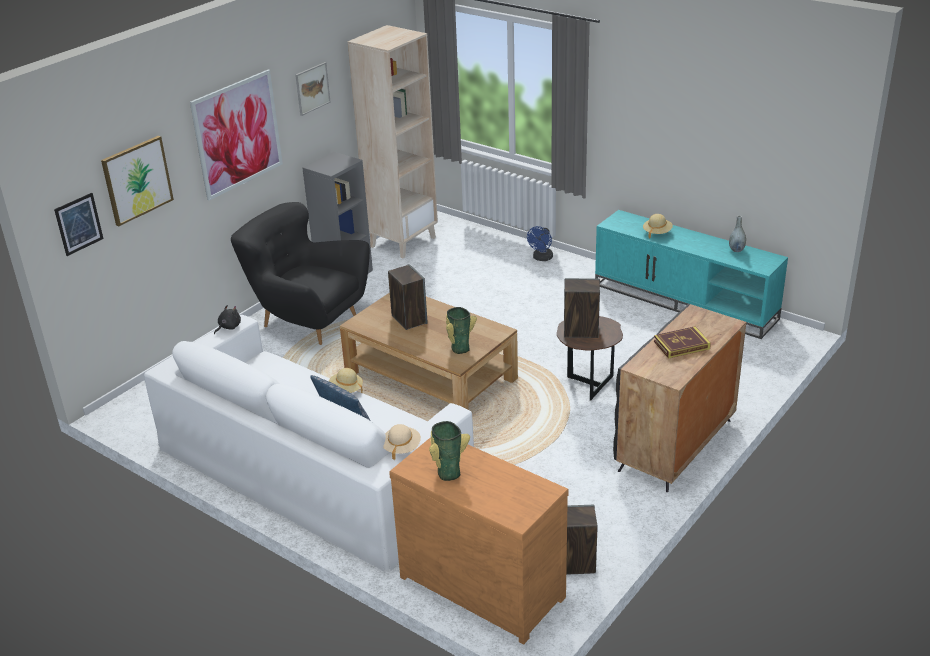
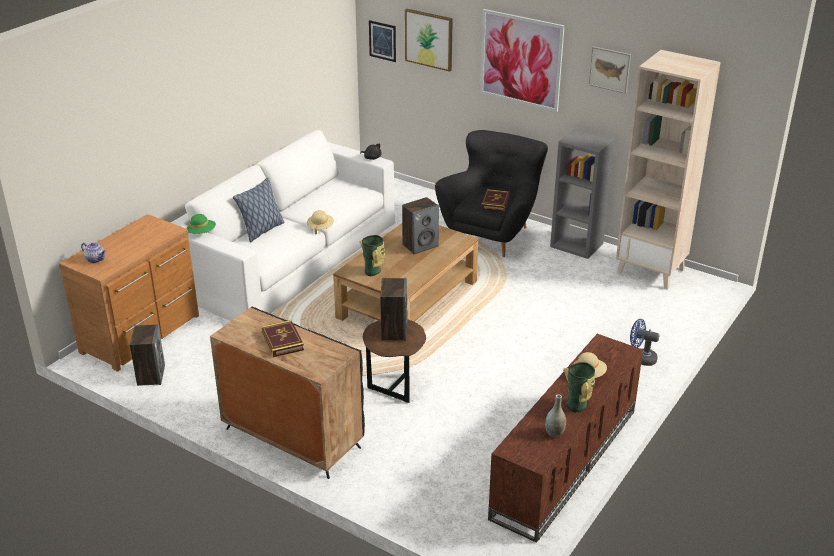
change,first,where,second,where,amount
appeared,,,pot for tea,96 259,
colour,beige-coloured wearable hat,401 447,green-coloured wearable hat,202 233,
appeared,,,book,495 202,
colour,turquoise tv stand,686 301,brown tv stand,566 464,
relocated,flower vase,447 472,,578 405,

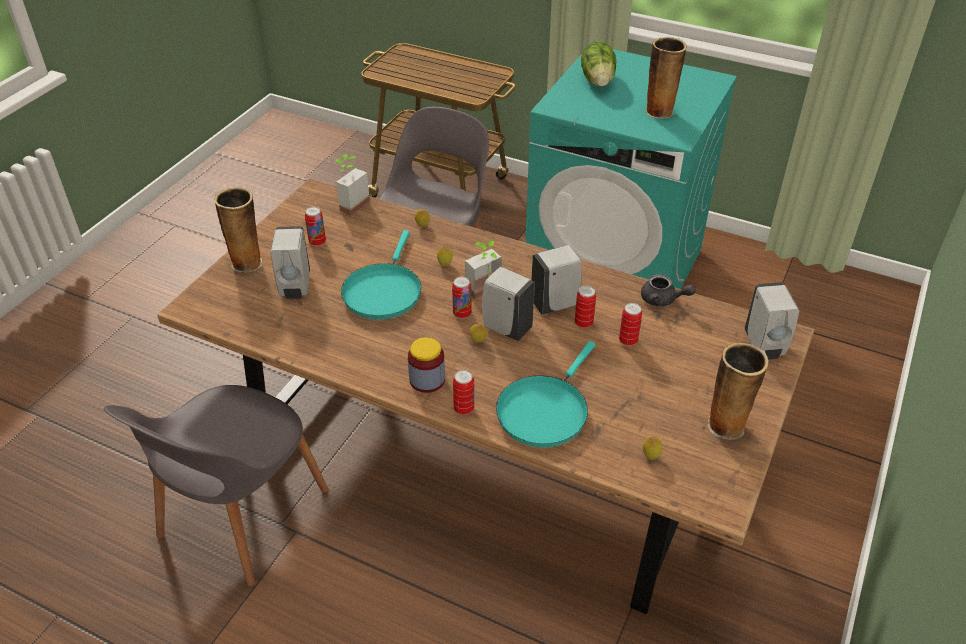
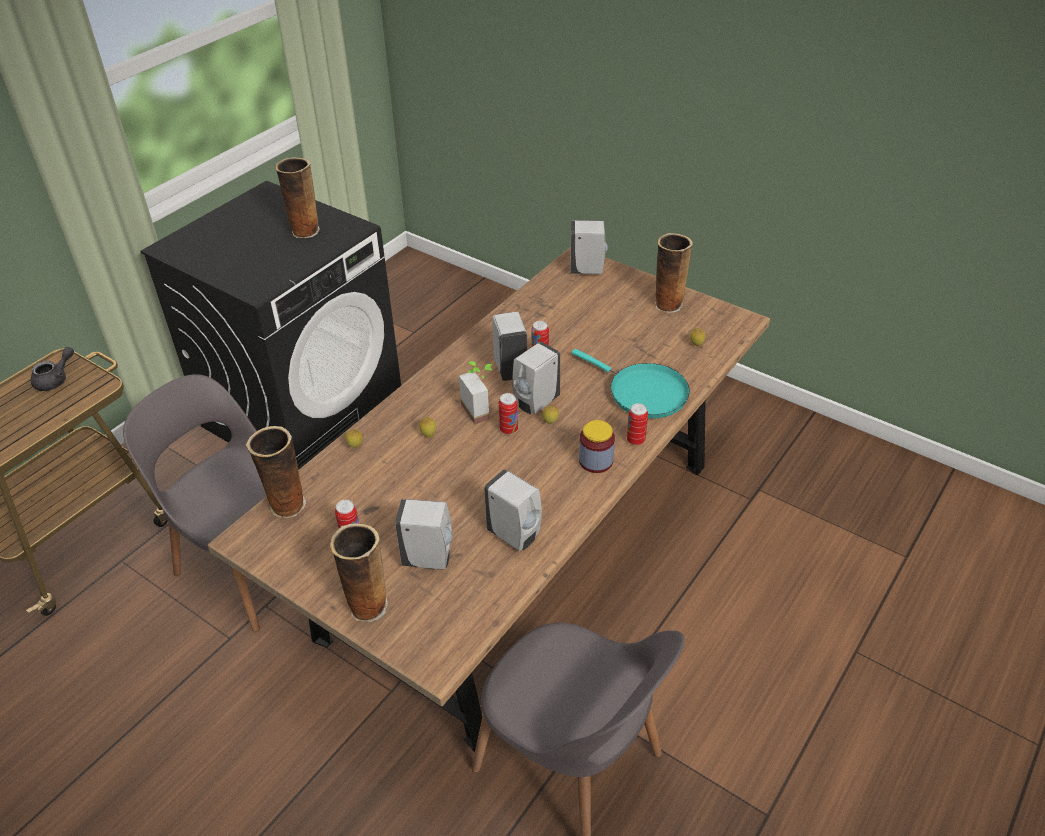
change,first,where,second,where,amount
relocated,gray pot for tea,663 300,,56 380,
colour,turquoise laundry appliance,615 268,blackish laundry appliance,303 411,
exchanged,plant in a pot,350 204,flower vase,286 505,
appeared,,,white soap dispenser,515 536,
missing,turquoise skillet,383 291,,,
missing,lettuce head,598 80,,,
missing,metal can,628 340,,,

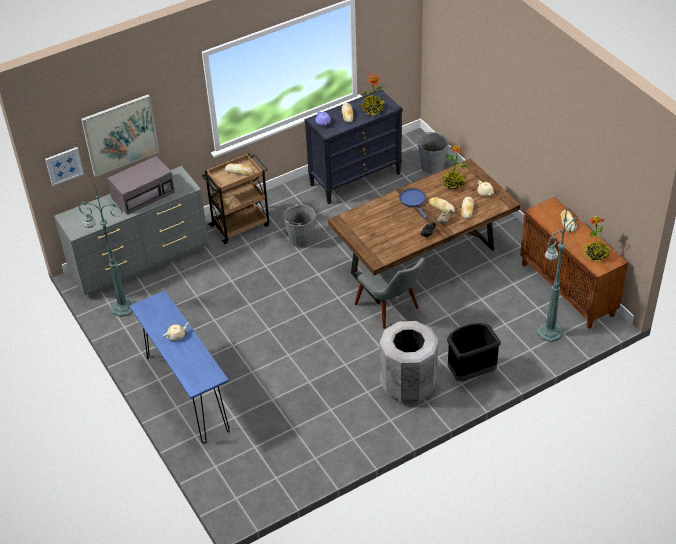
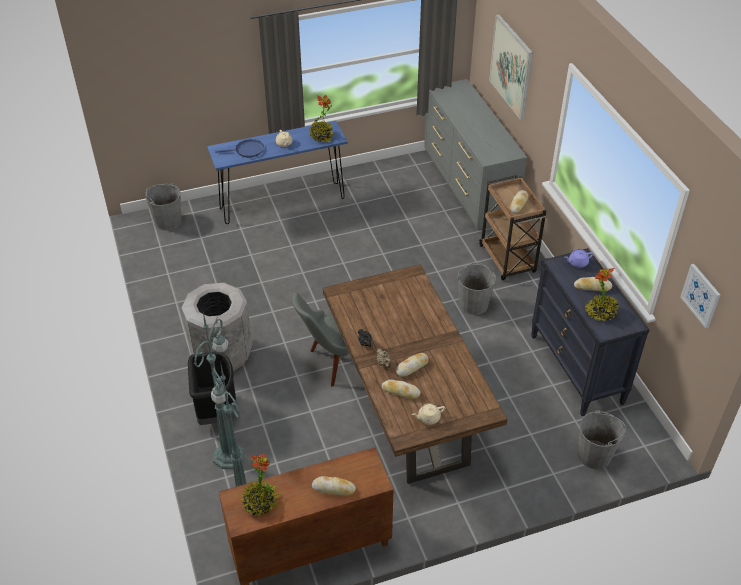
change,first,where,second,where,amount
appeared,,,gray bucket,168 221,
relocated,green-coloured floor lamp,121 307,,229 455,
relocated,blue-coloured skillet,413 200,,247 150,
relocated,plant in a pot,453 184,,321 136,
relocated,wall picture,64 166,,701 295,
missing,gray microwave,144 194,,,

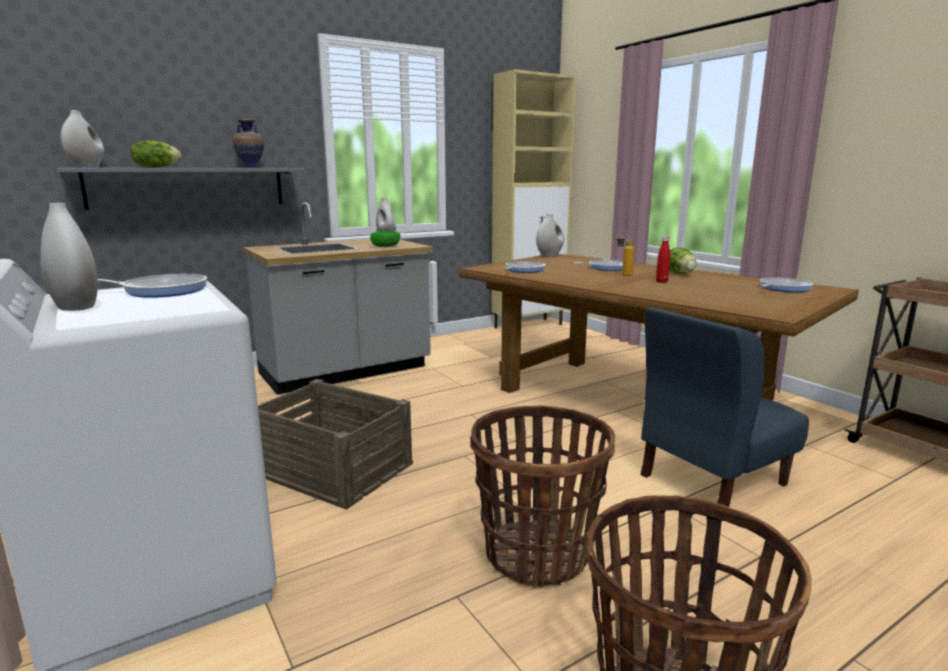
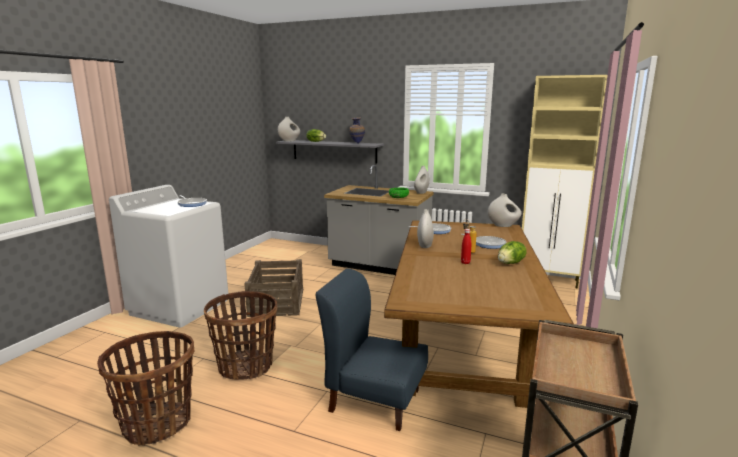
change,first,where,second,where,amount
relocated,white flower vase,75 307,,425 245,
missing,skillet,783 288,,,

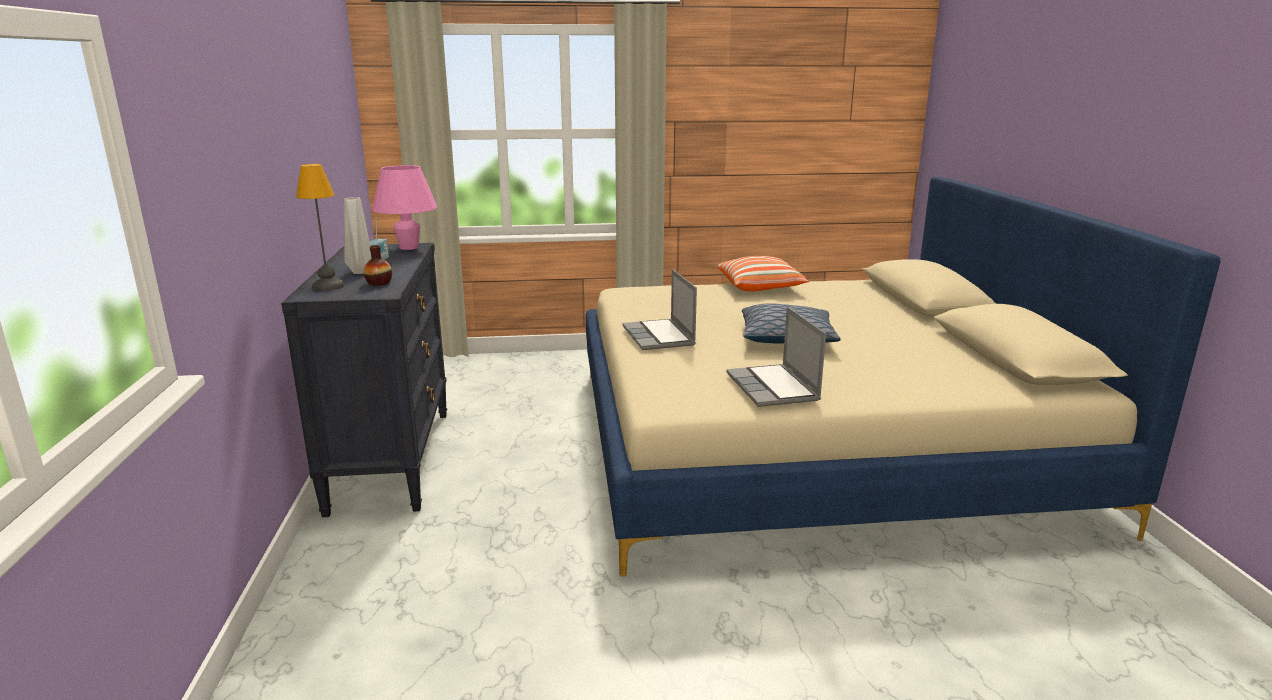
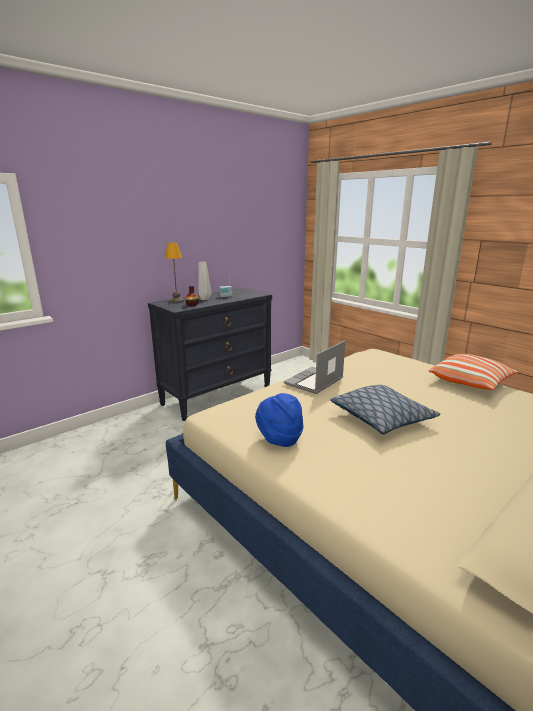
change,first,where,second,where,amount
exchanged,laptop,774 388,blue-coloured wearable hat,279 438,
missing,pinkish lamp for a table,409 247,,,

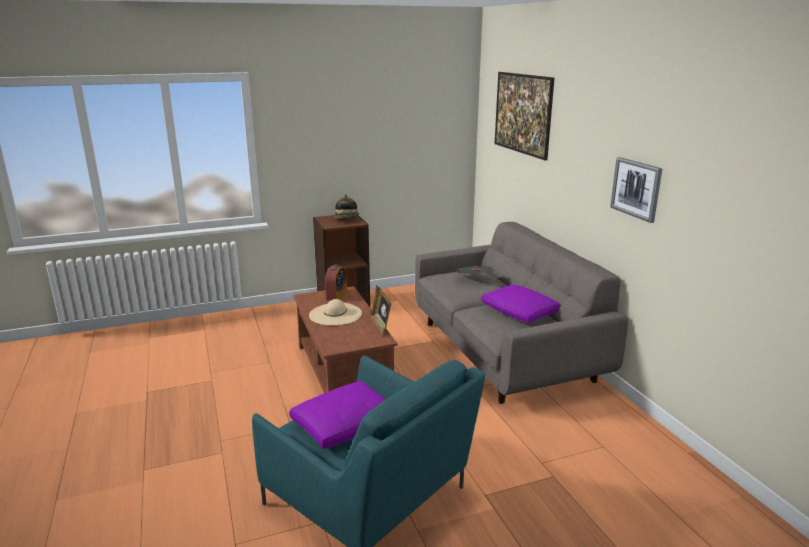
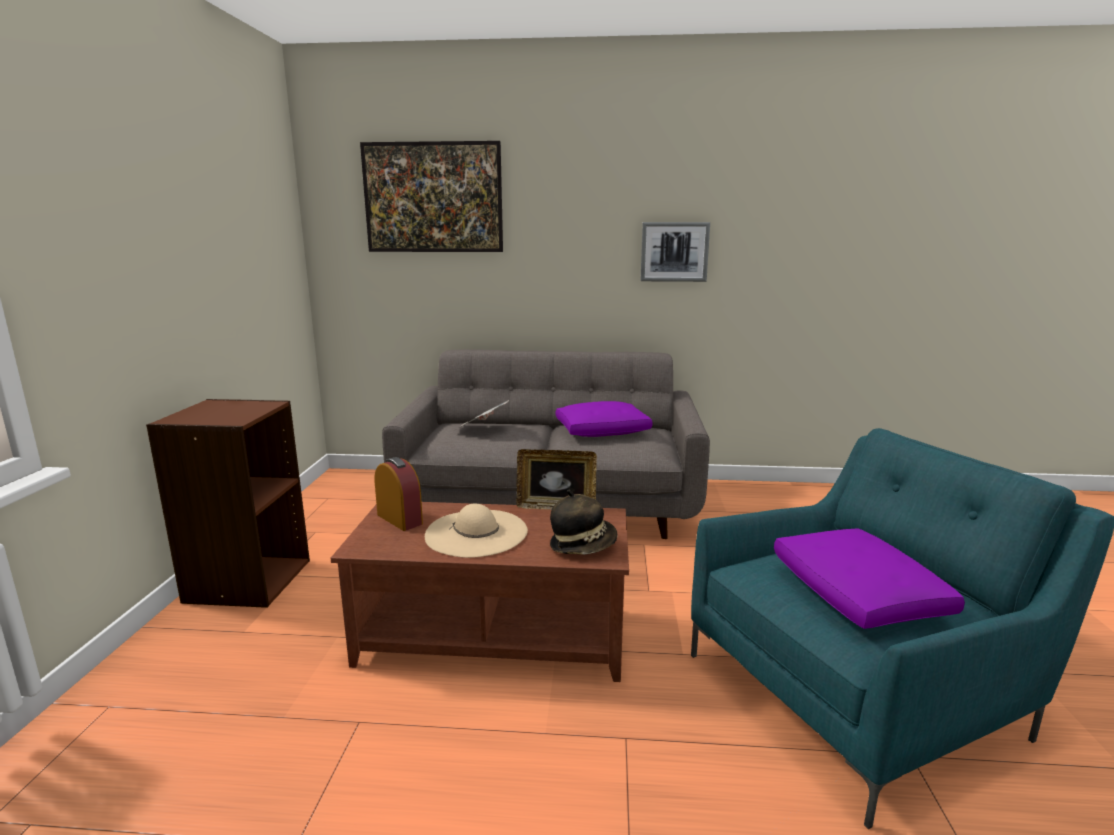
change,first,where,second,where,amount
relocated,wearable hat,347 219,,583 545,

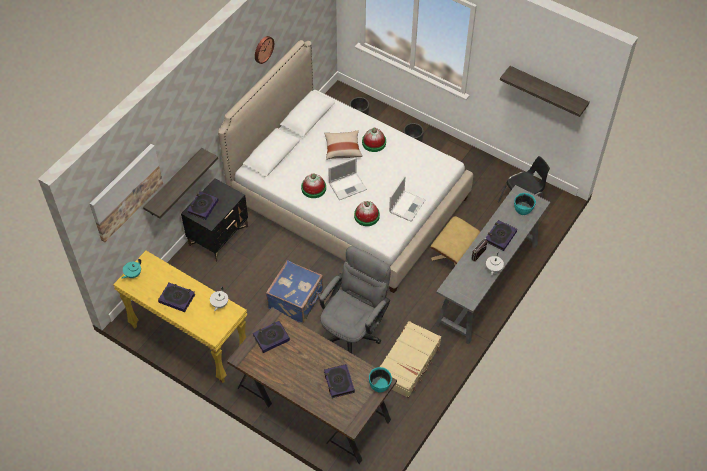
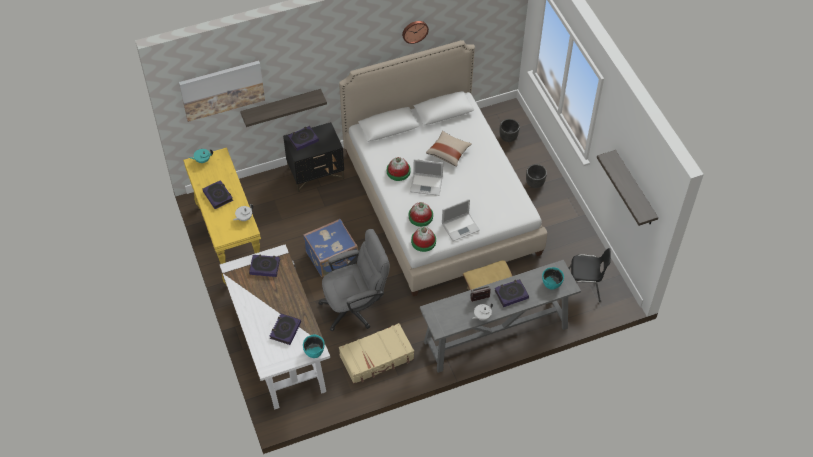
change,first,where,second,where,amount
colour,brown desk,312 404,white desk,278 343,
relocated,wearable hat,374 142,,423 241,

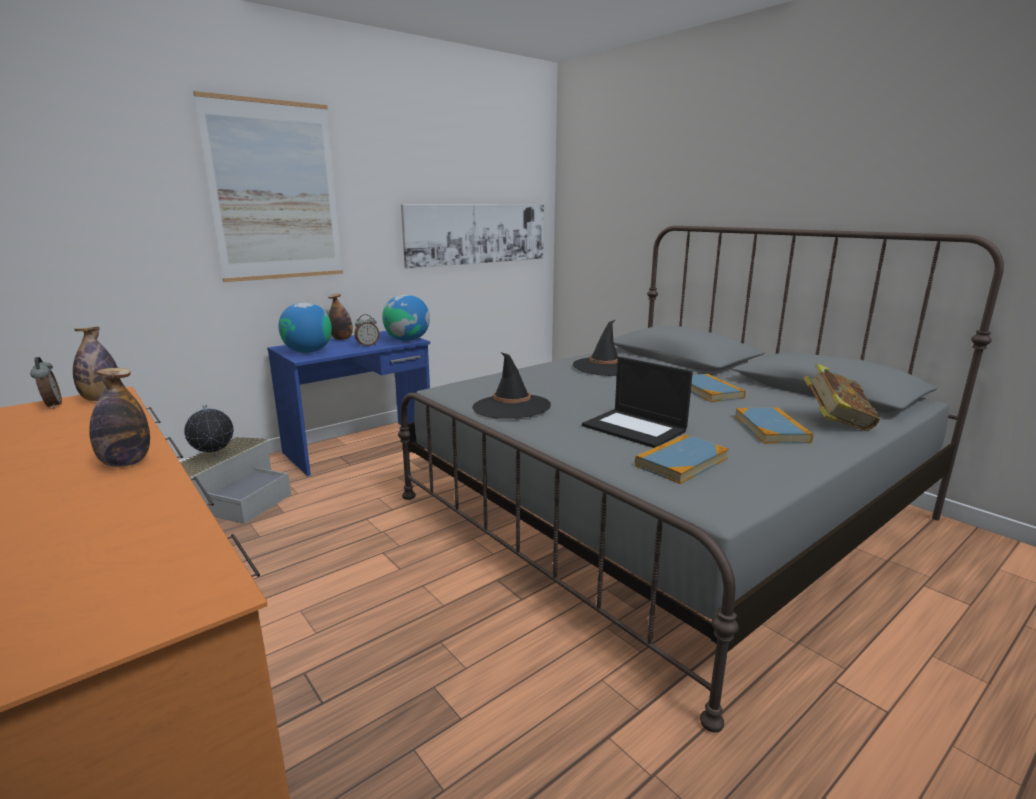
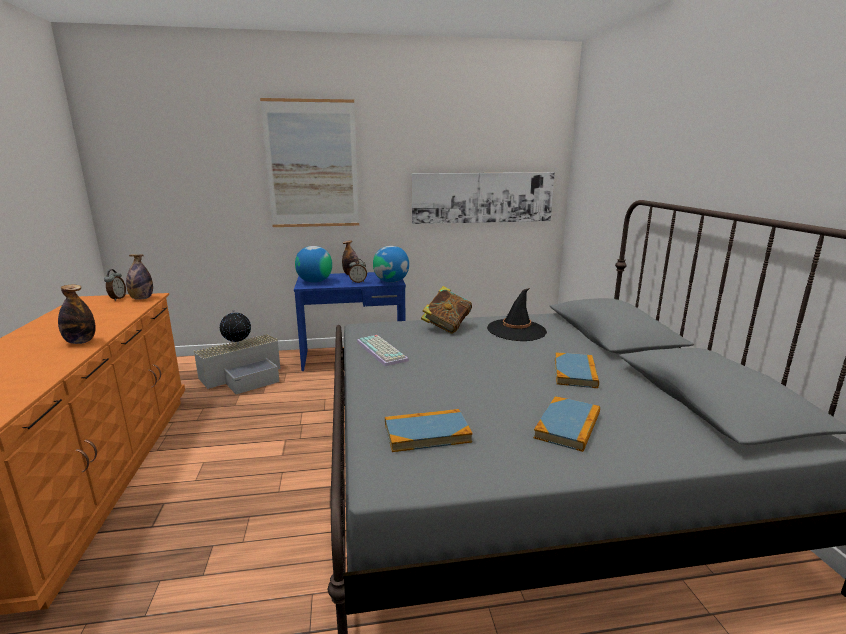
change,first,where,second,where,amount
exchanged,blackish wearable hat,511 407,keyboard,383 351,
relocated,book,835 423,,446 327,
missing,laptop,635 428,,,

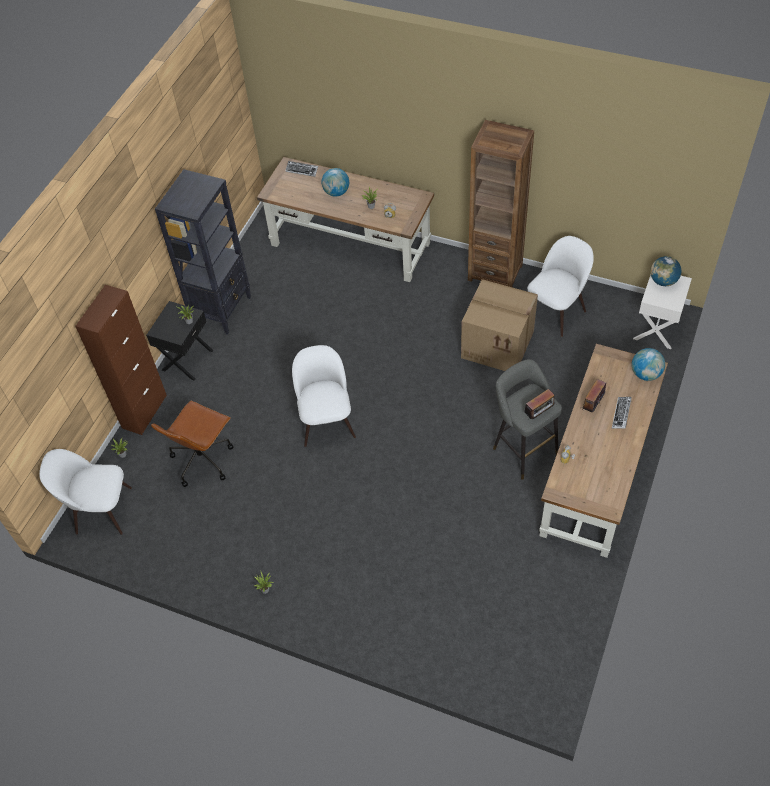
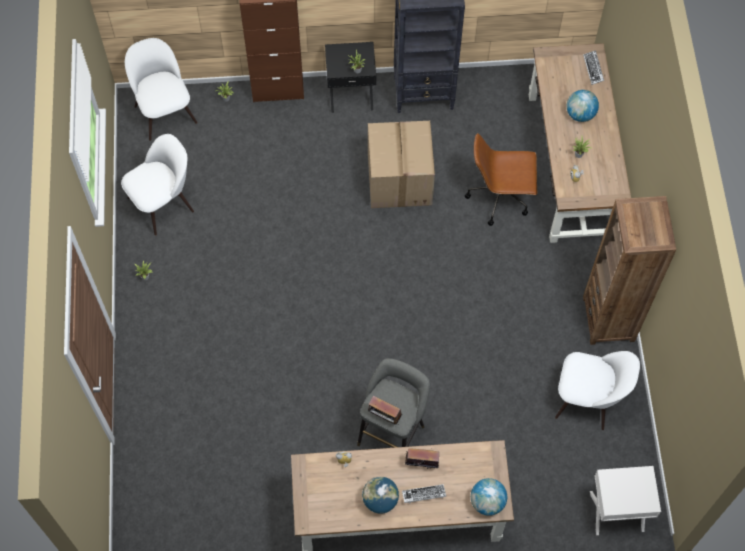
change,first,where,second,where,amount
relocated,white plain chair,326 421,,163 203,
relocated,desk globe,663 281,,380 500,
relocated,carton,498 344,,400 181,
relocated,brown desk chair,202 459,,500 197,

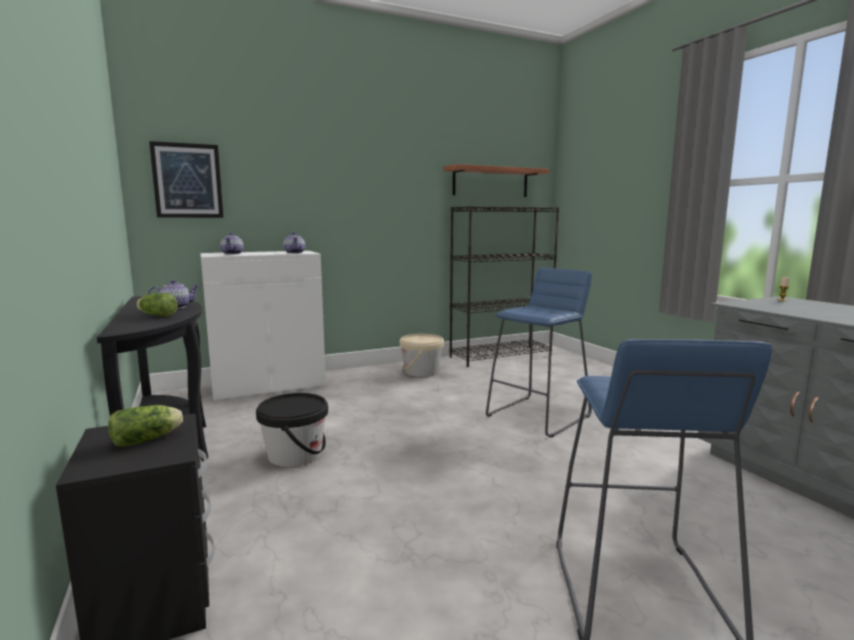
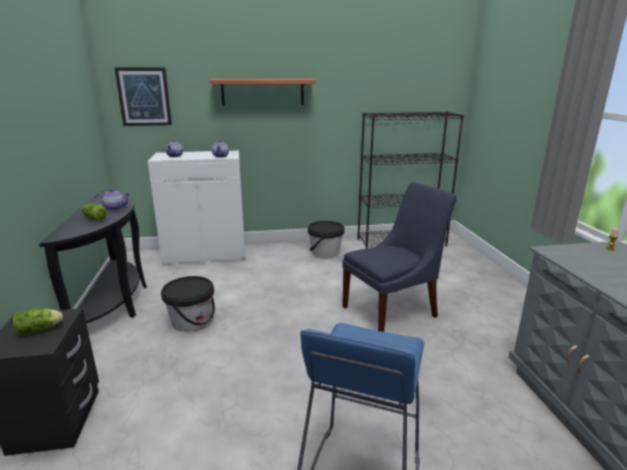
change,first,where,second,where,amount
relocated,wall shelf,490 182,,263 92,
colour,beige-coloured bucket,421 372,blackish bucket,325 253,
exchanged,blue-coloured stool seat,539 416,blue-coloured plain chair,393 310,

